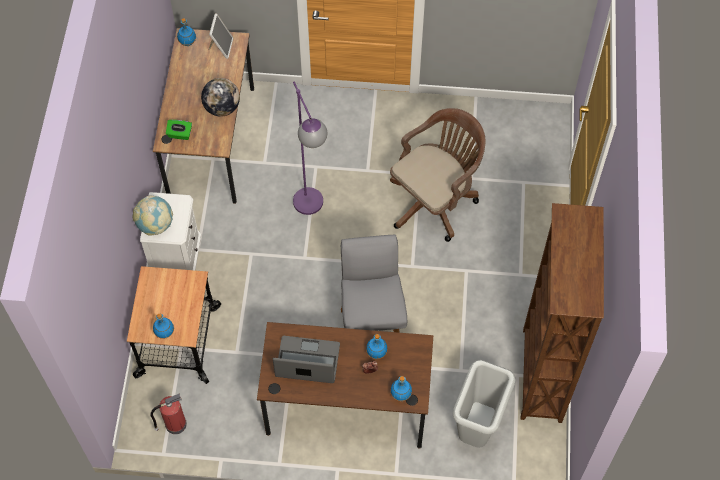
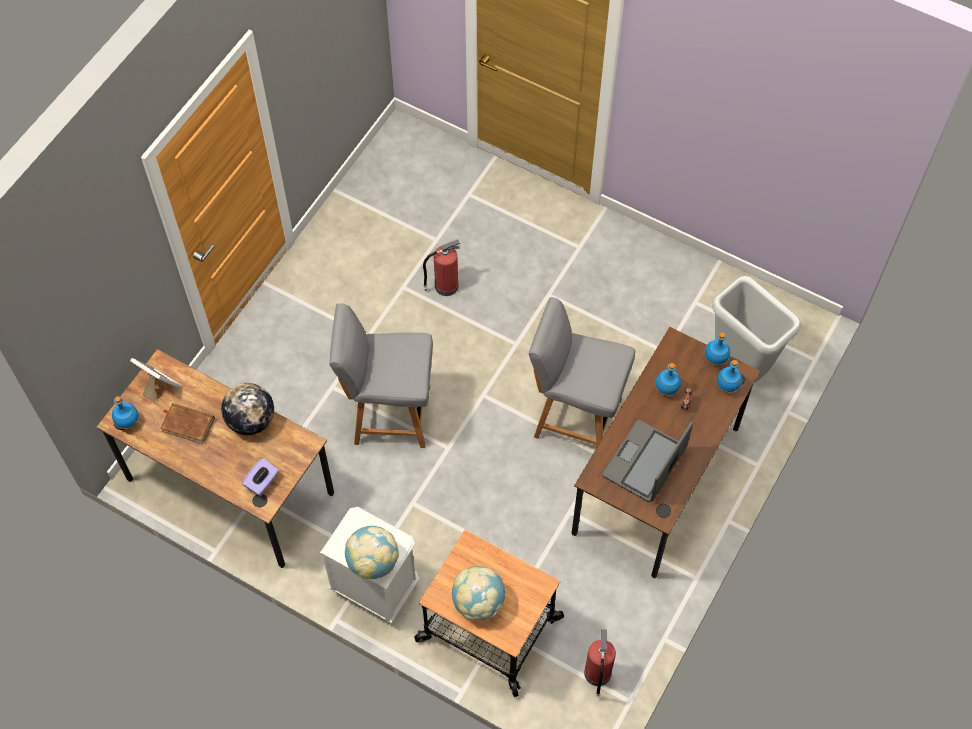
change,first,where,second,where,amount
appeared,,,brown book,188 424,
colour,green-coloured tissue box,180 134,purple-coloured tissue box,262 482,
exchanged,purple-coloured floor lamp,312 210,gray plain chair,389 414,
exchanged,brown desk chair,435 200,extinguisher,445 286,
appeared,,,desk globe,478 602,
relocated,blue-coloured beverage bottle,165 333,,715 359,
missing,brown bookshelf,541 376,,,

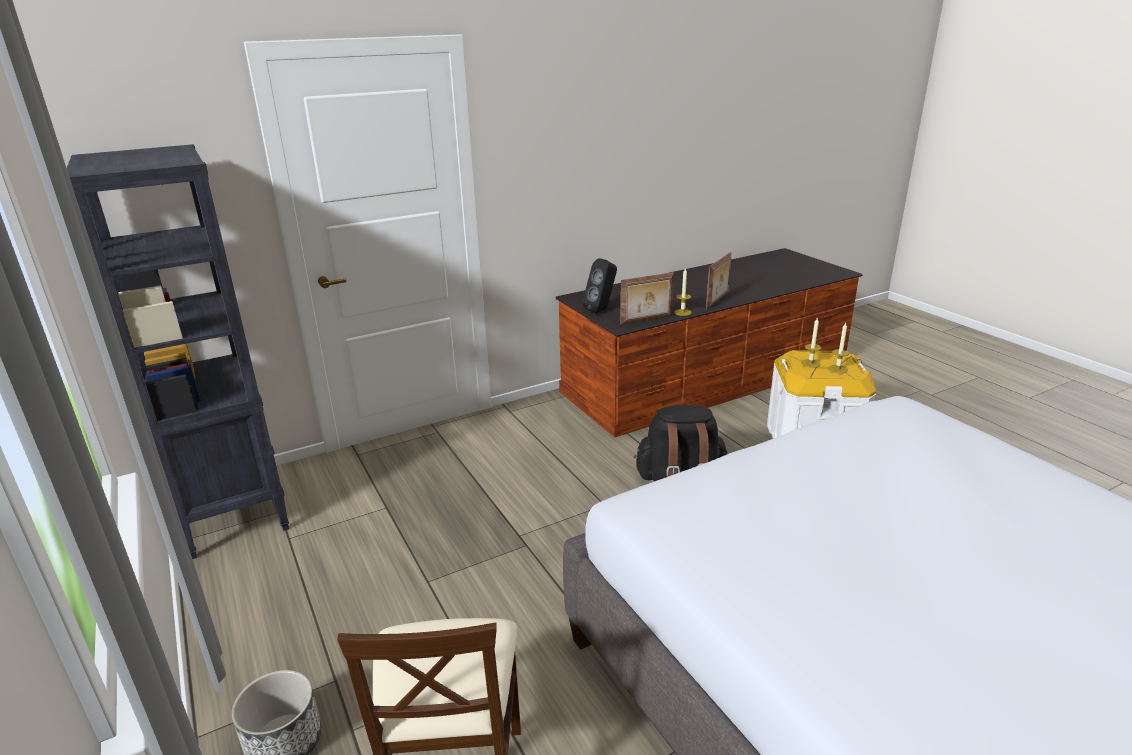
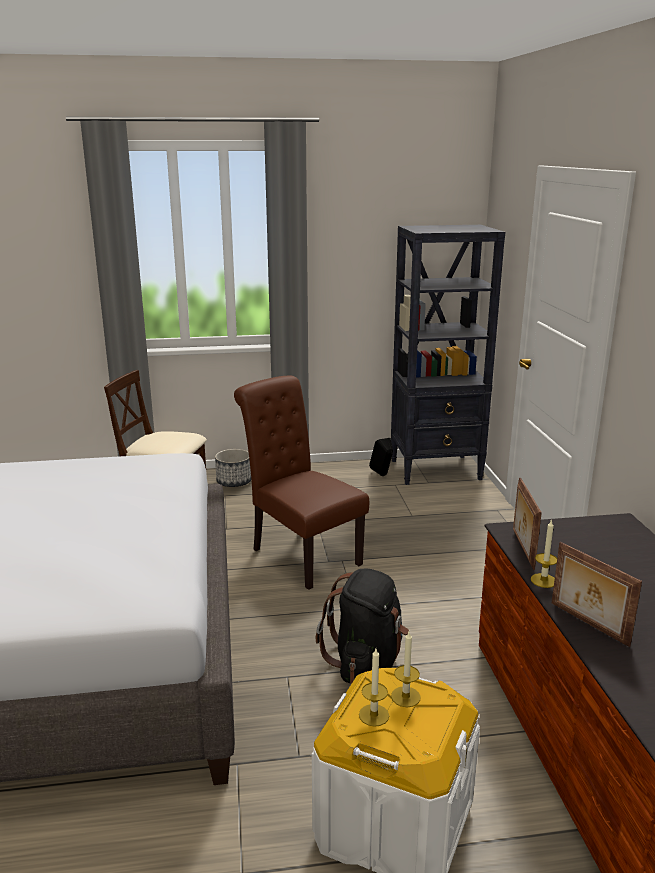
change,first,where,second,where,amount
appeared,,,brown plain chair,301 554,
relocated,blackish speaker,601 309,,382 475,

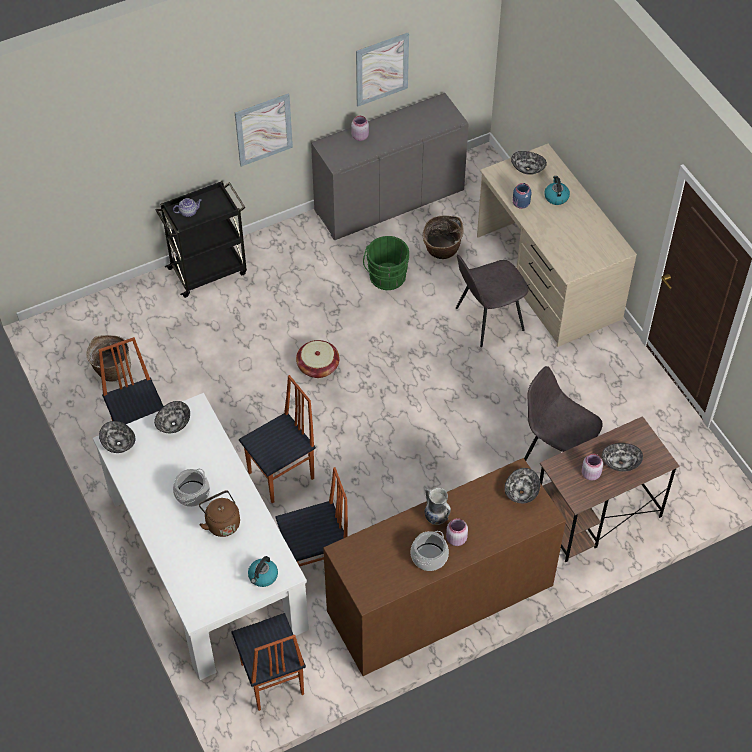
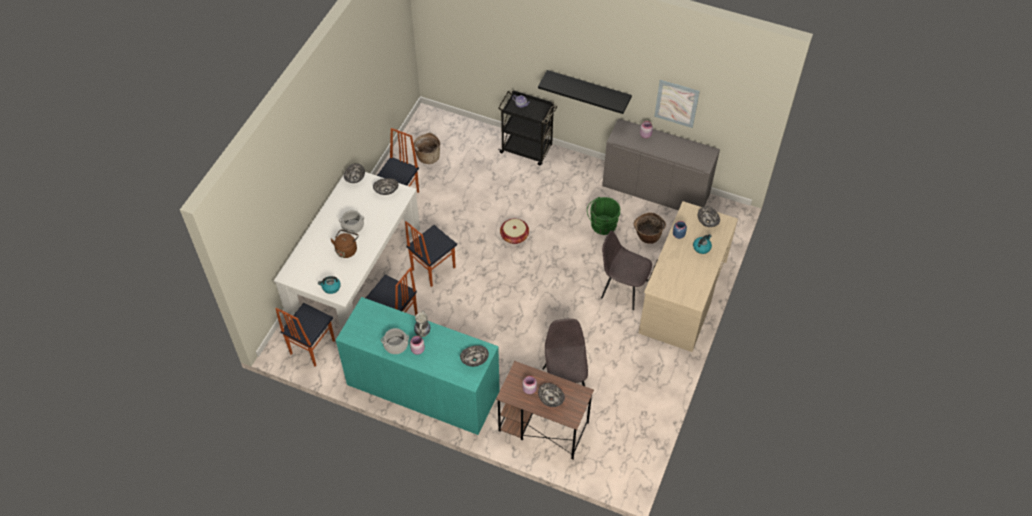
change,first,where,second,where,amount
colour,brown drawer chest,440 598,turquoise drawer chest,423 387,
spun,plain chair,282 476,,432 268,120 degrees clockwise
exchanged,wall picture,263 129,blackish wall shelf,588 89,

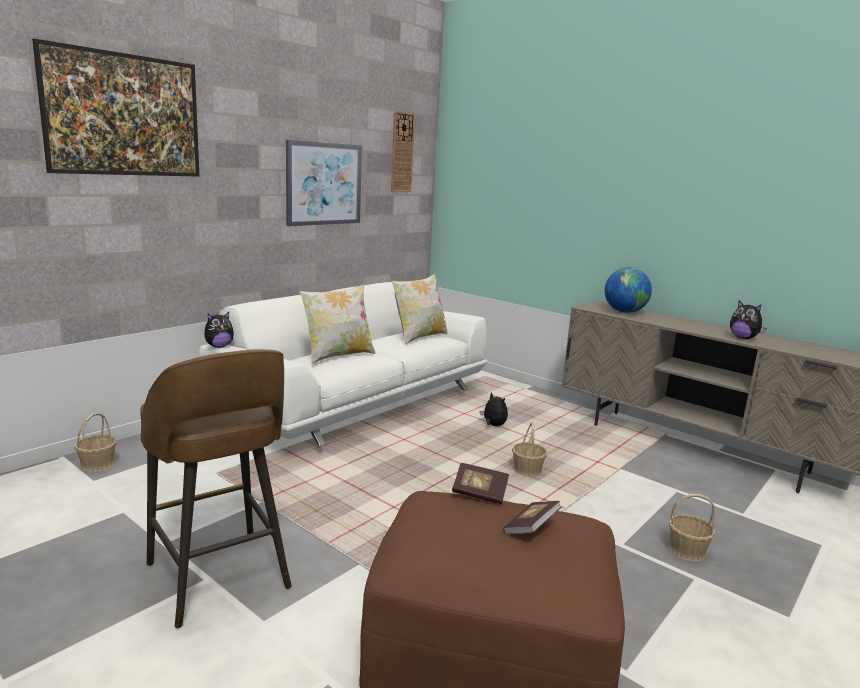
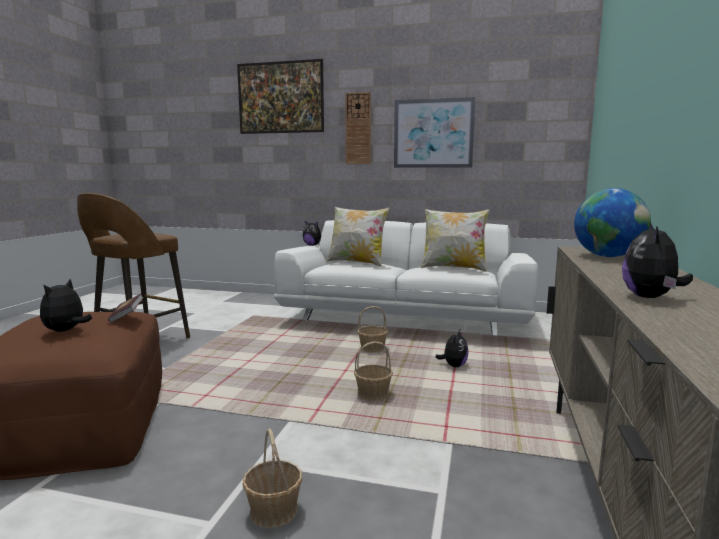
change,first,where,second,where,amount
exchanged,book,531 528,cuddly toy,66 331,
relocated,wall clock,402 152,,358 128,
relocated,household basket,98 464,,372 349,

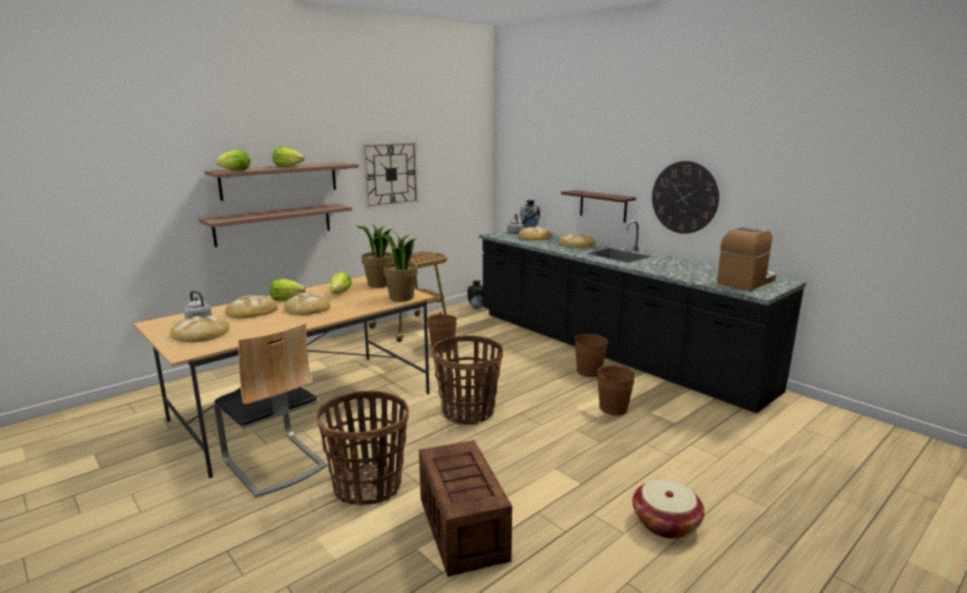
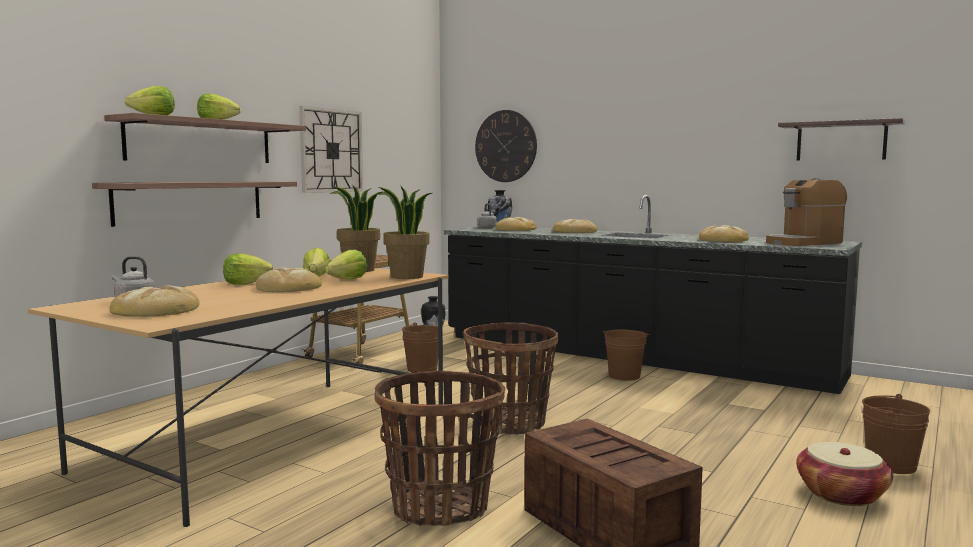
change,first,where,second,where,amount
appeared,,,lettuce head,348 279,
relocated,wall clock,684 197,,505 146,
relocated,bakery bread,251 311,,723 240,
spun,coffee brewer,746 281,,803 243,150 degrees counterclockwise
relocated,wall shelf,603 206,,841 141,
relocated,brown bucket,613 408,,891 465,
missing,plain chair,274 463,,,

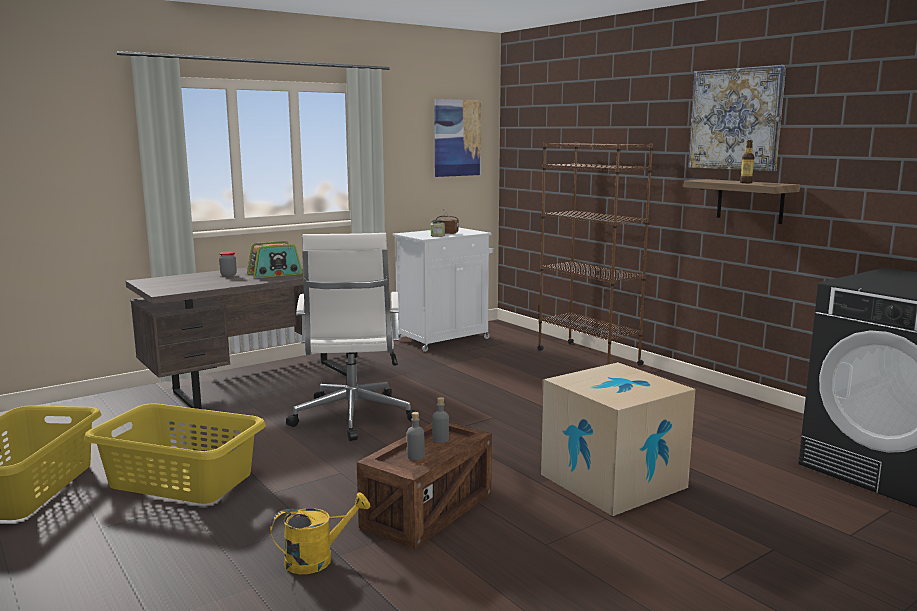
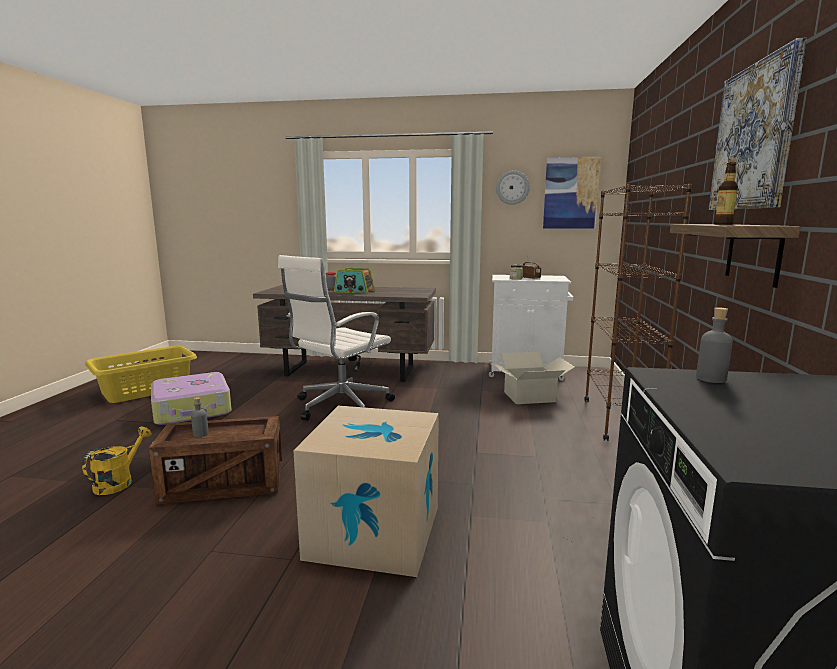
change,first,where,second,where,amount
spun,yellow watering pot,317 559,,119 482,90 degrees counterclockwise
exchanged,yellow laundry basket,181 479,travel case,192 409,
appeared,,,carton,529 396,
appeared,,,wall clock,512 187,
relocated,gray beverage bottle,440 439,,711 379,

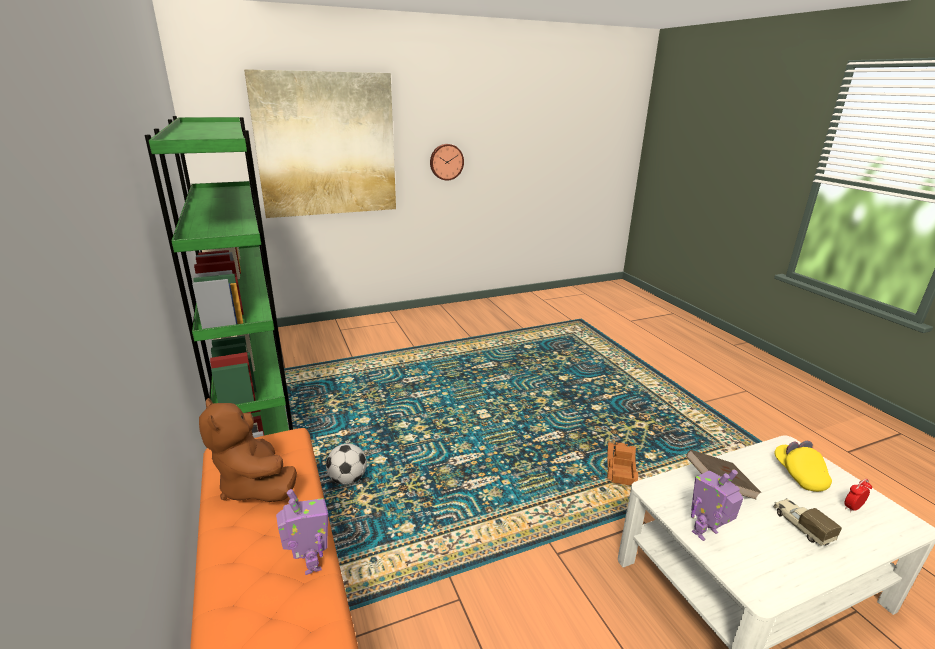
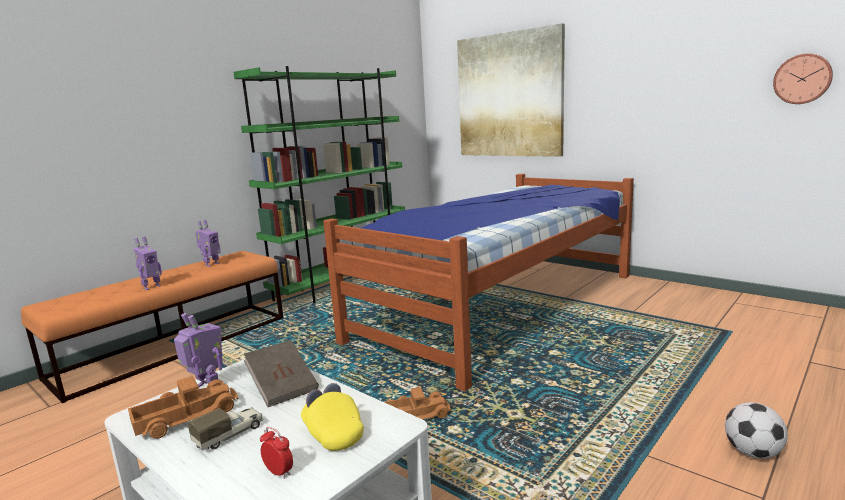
change,first,where,second,where,amount
appeared,,,toy lorry,186 417,
exchanged,brown cuddly toy,255 486,robot figure,211 264,
spun,yellow peaked cap,799 474,,332 433,90 degrees counterclockwise
appeared,,,sleeping bed,499 306,
relocated,ball for football,348 479,,752 452,
relocated,wall clock,446 162,,802 79,

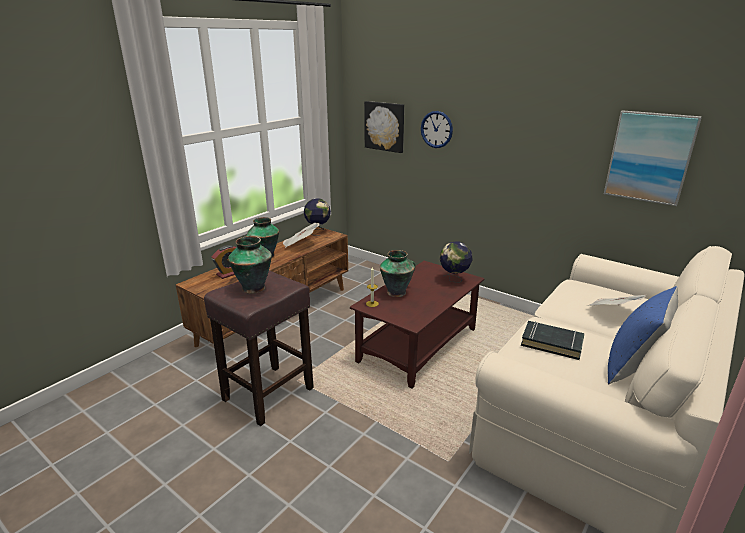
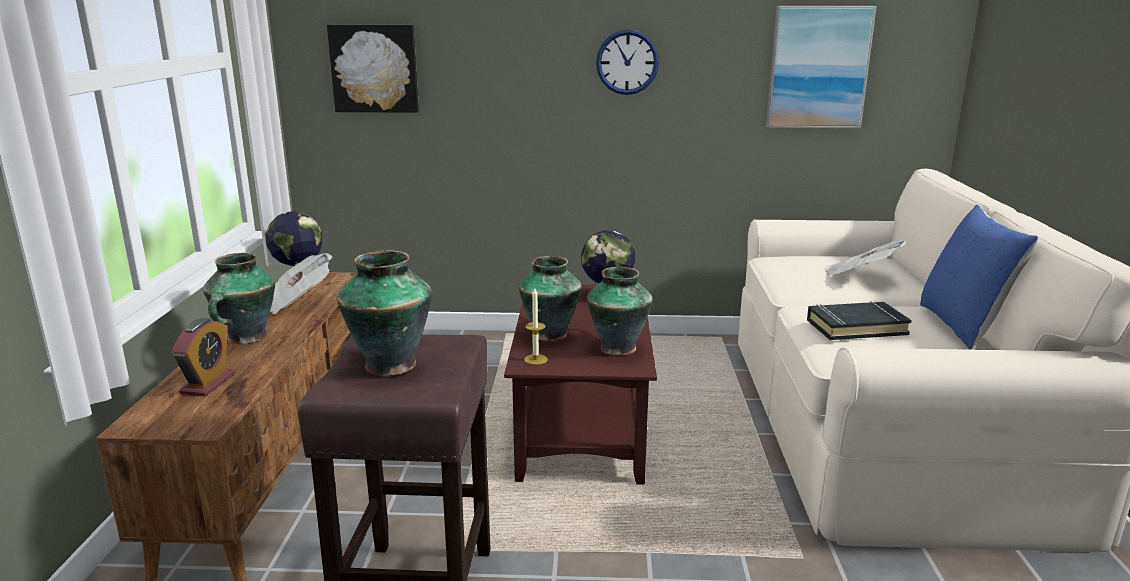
change,first,where,second,where,amount
appeared,,,flower vase,618 347,
relocated,wall clock,436 129,,627 62,

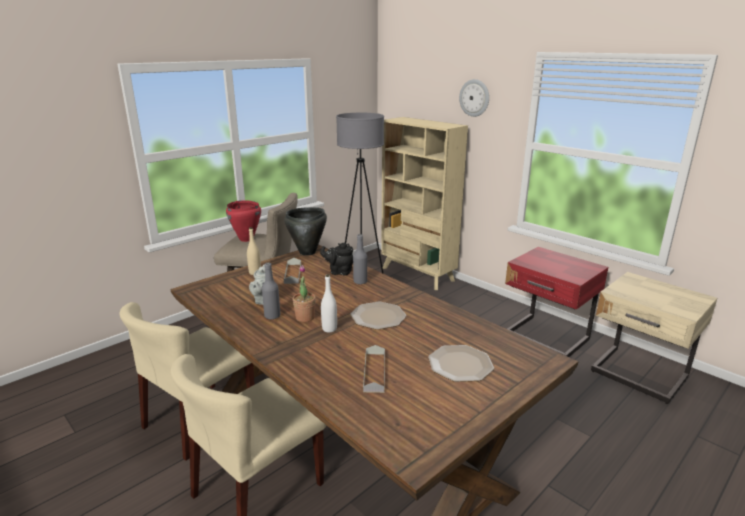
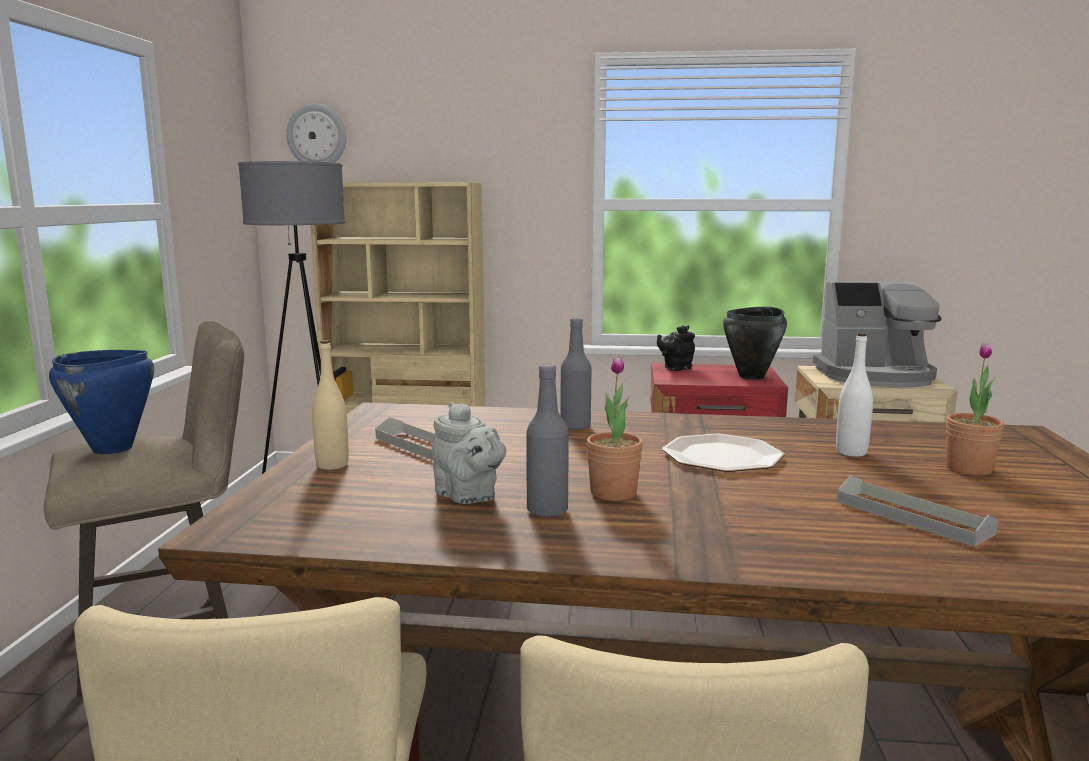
change,first,where,second,where,amount
colour,red-coloured saucepot,246 239,blue-coloured saucepot,112 449,
relocated,wall clock,474 98,,317 136,
relocated,blackish pot for tea,339 272,,675 368,
relocated,blackish saucepot,307 252,,752 376,
appeared,,,coffee brewer,875 376,
relocated,white beverage bottle,329 329,,851 452,
exchanged,flat dish,461 364,plant in a pot,969 469,

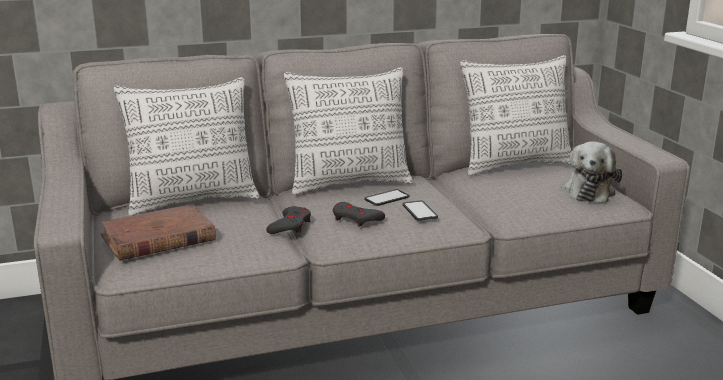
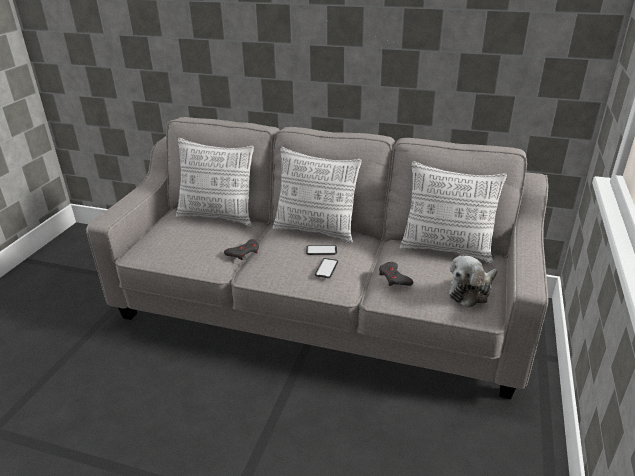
change,first,where,second,where,amount
relocated,gray game controller,356 219,,394 278,
missing,brown book,158 238,,,

